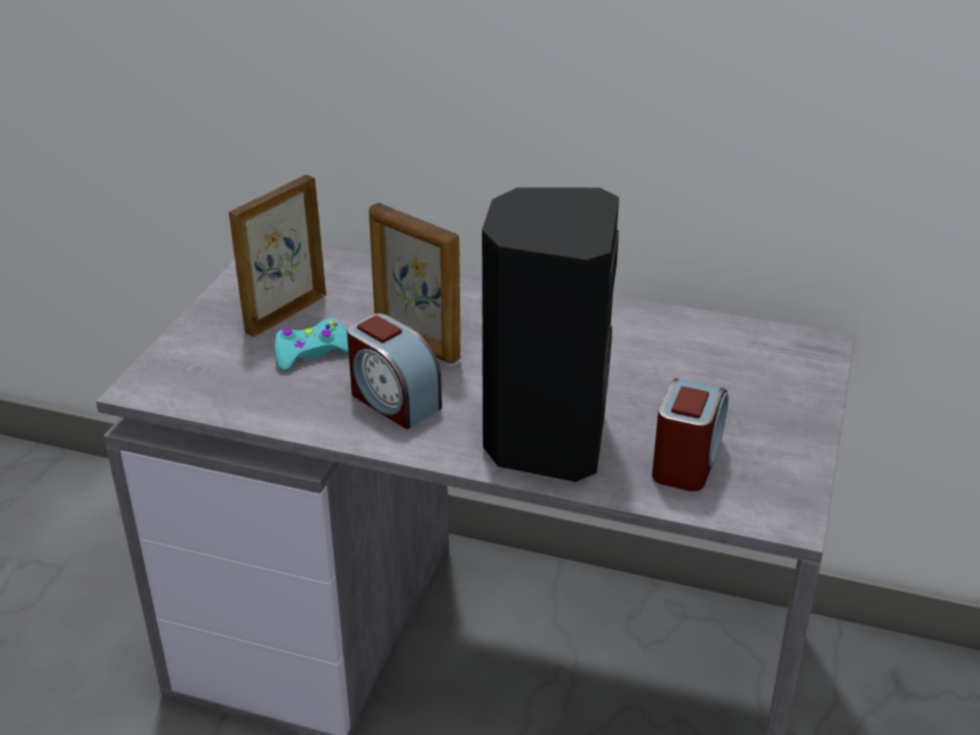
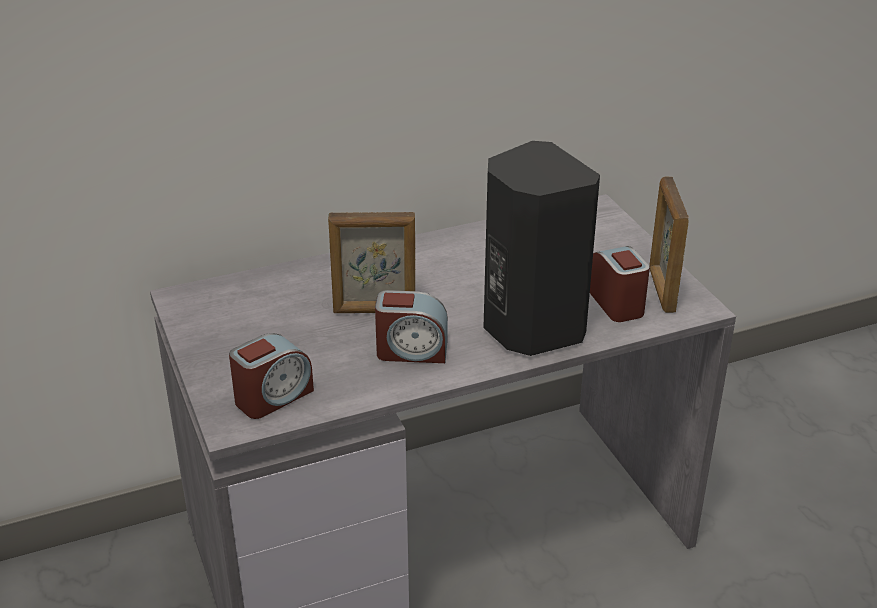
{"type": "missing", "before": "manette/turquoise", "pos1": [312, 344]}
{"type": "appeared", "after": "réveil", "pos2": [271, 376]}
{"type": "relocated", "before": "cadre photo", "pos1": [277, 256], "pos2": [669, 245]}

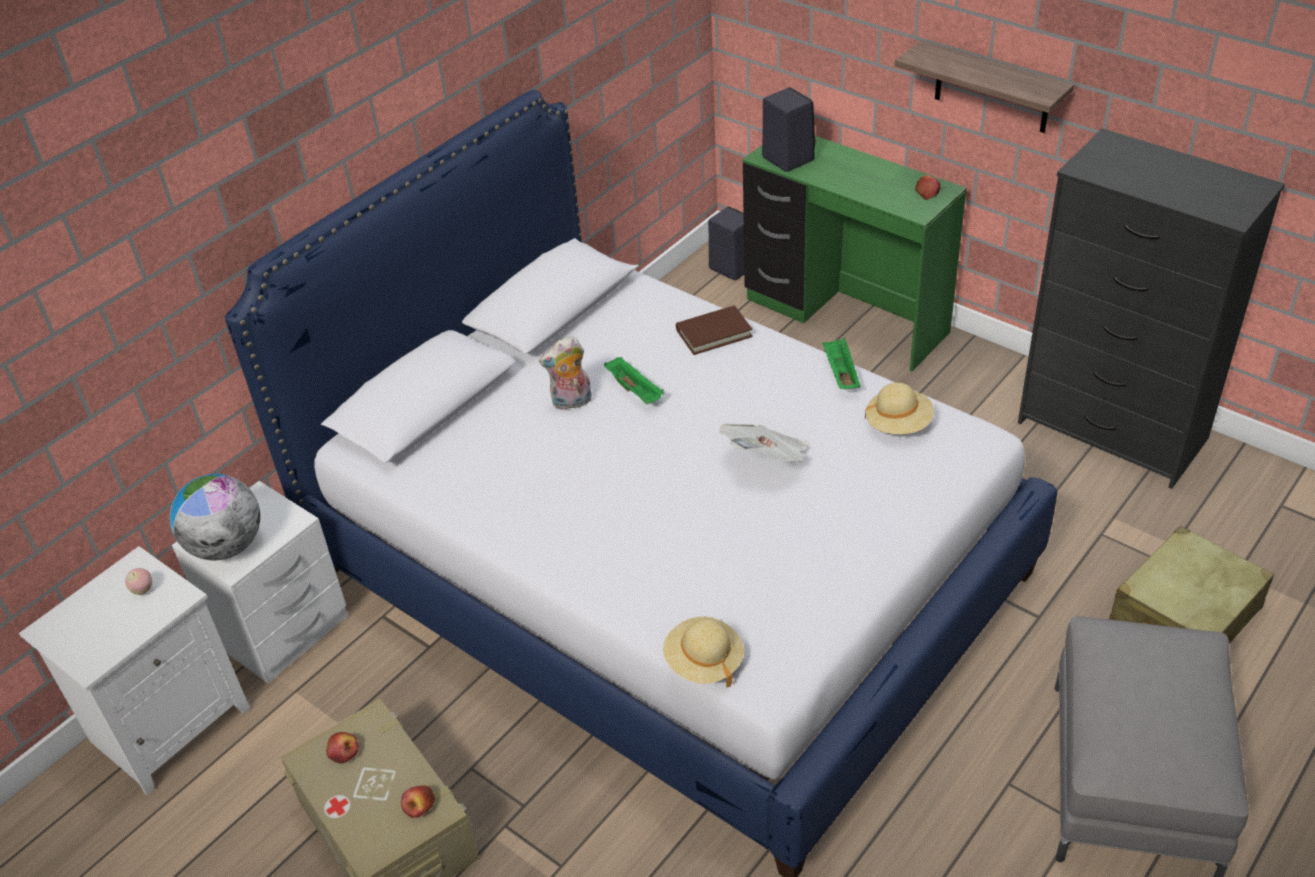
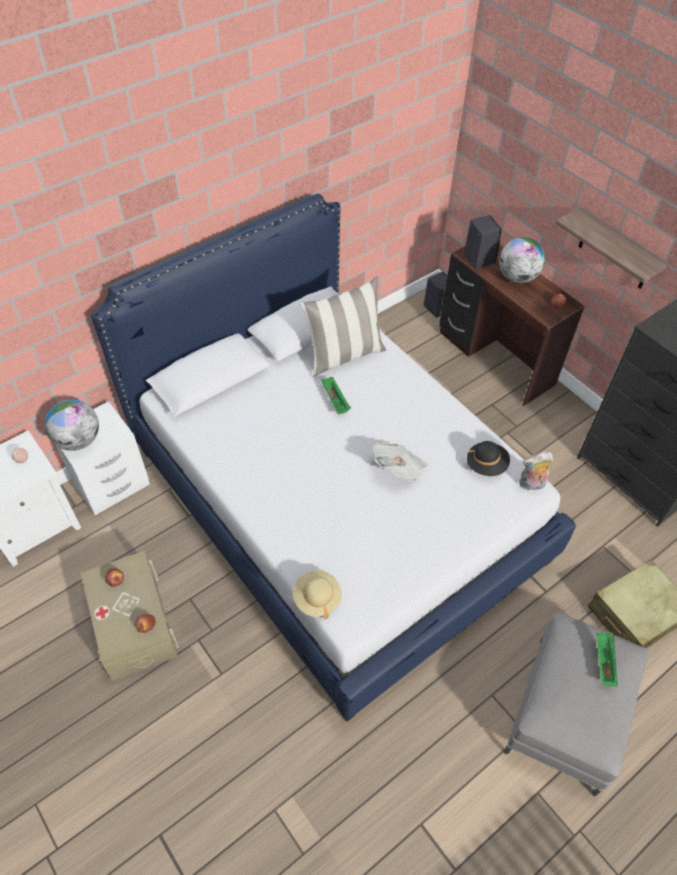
{"type": "missing", "before": "livre/marron", "pos1": [714, 330]}
{"type": "appeared", "after": "coussin", "pos2": [343, 326]}
{"type": "appeared", "after": "globe", "pos2": [522, 260]}
{"type": "relocated", "before": "peluche", "pos1": [565, 373], "pos2": [536, 470]}
{"type": "relocated", "before": "plateau/vert", "pos1": [842, 363], "pos2": [607, 659]}
{"type": "colour", "before": "bureau/vert", "after": "bureau/marron", "pos1": [855, 254], "pos2": [512, 325]}
{"type": "colour", "before": "chapeau/beige", "after": "chapeau/noir", "pos1": [899, 408], "pos2": [488, 458]}

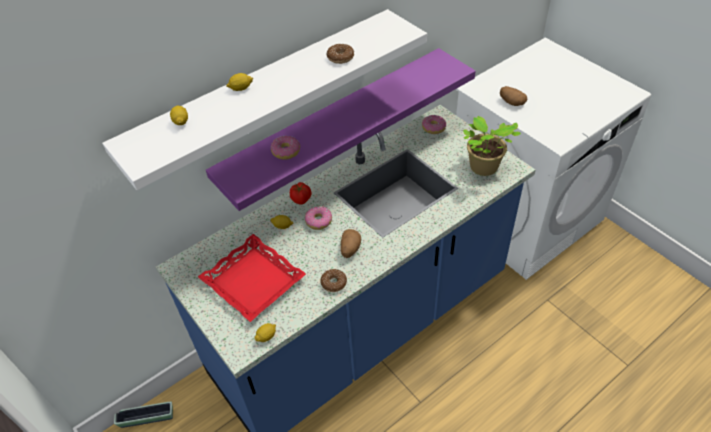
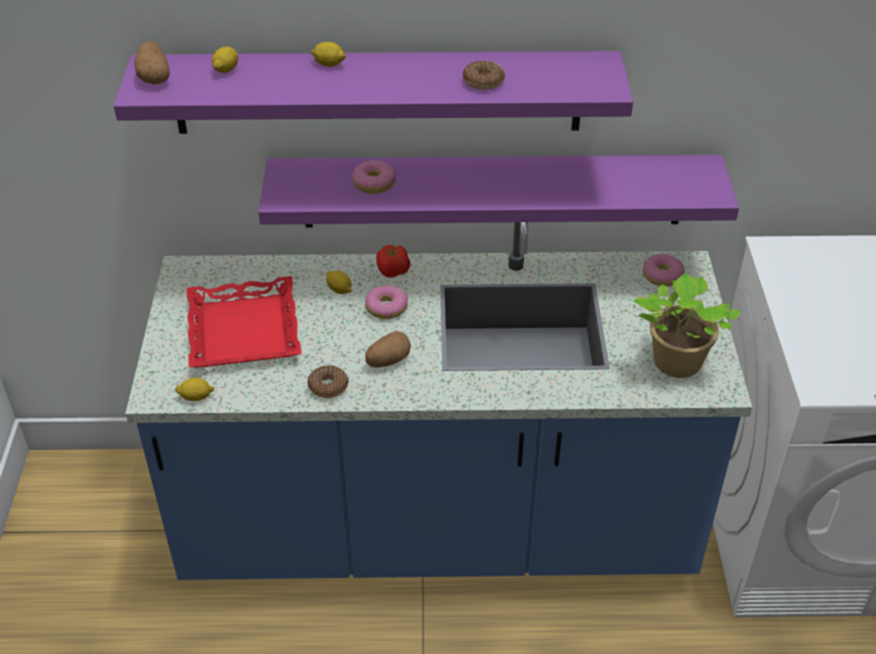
{"type": "missing", "before": "cache-pot", "pos1": [143, 414]}
{"type": "relocated", "before": "pomme de terre", "pos1": [513, 96], "pos2": [152, 62]}
{"type": "colour", "before": "étagère/blanc", "after": "étagère/violet", "pos1": [264, 99], "pos2": [373, 92]}

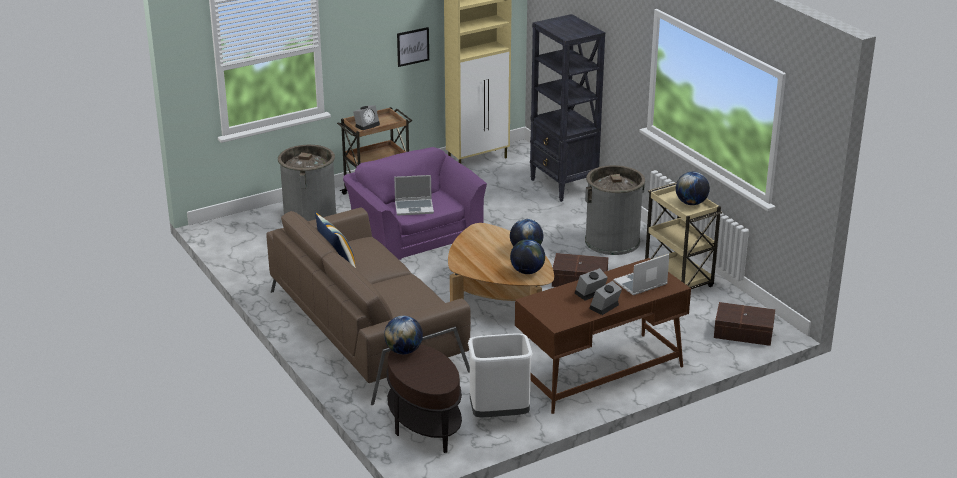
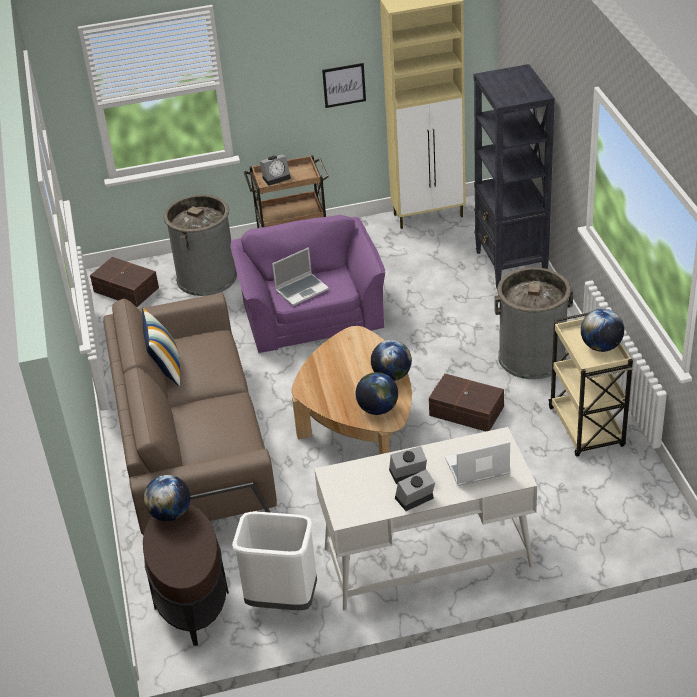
{"type": "relocated", "before": "boîte de rangement/marron", "pos1": [744, 324], "pos2": [124, 282]}
{"type": "colour", "before": "bureau/marron", "after": "bureau/blanc", "pos1": [603, 336], "pos2": [425, 519]}
{"type": "spun", "before": "ordinateur portable", "pos1": [414, 195], "pos2": [300, 276], "turn": -45}

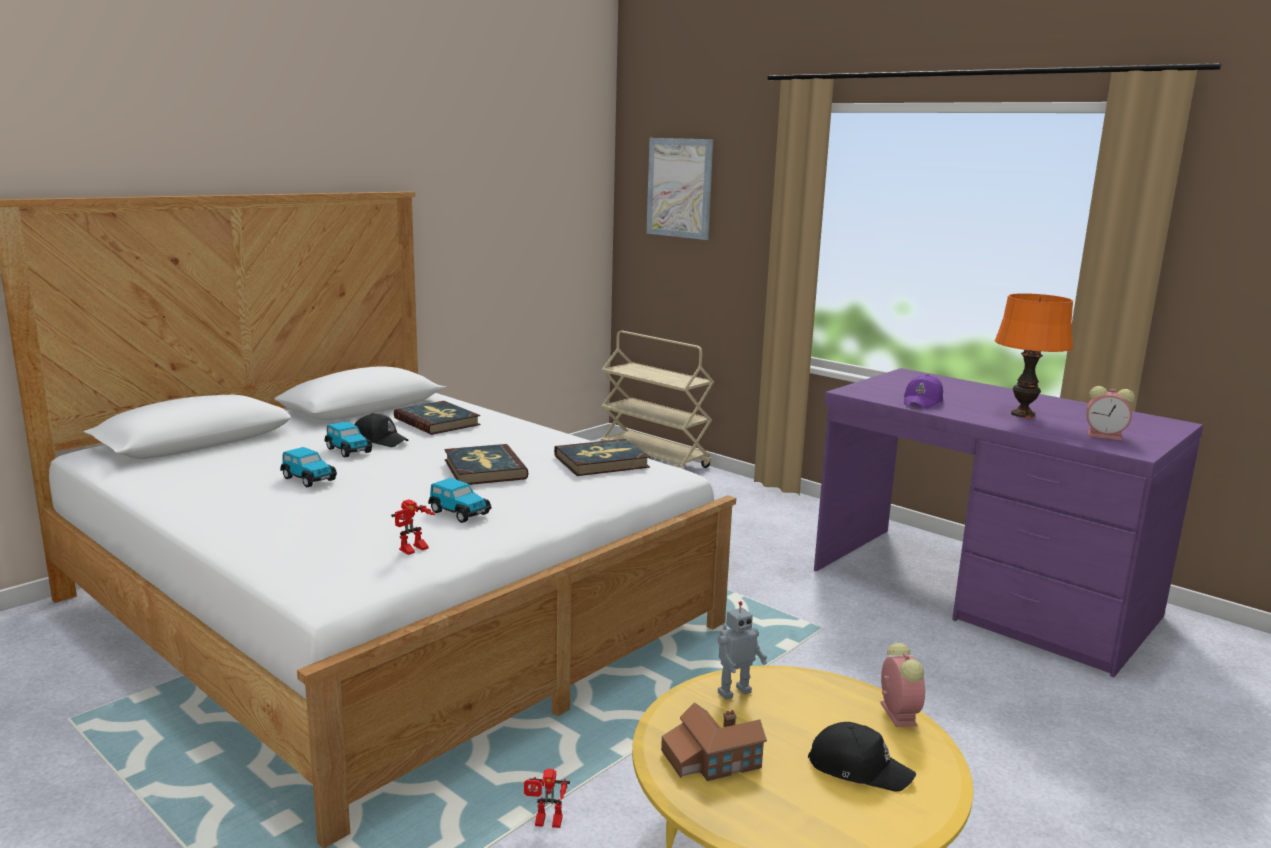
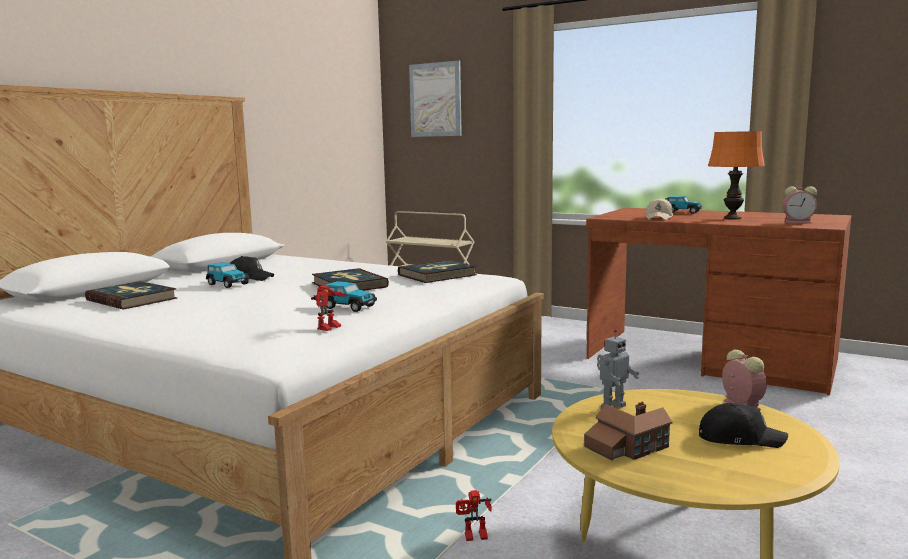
{"type": "relocated", "before": "petite voiture", "pos1": [308, 467], "pos2": [684, 205]}
{"type": "relocated", "before": "livre", "pos1": [437, 418], "pos2": [131, 295]}
{"type": "colour", "before": "bureau/violet", "after": "bureau/marron", "pos1": [1008, 522], "pos2": [718, 301]}
{"type": "colour", "before": "casquette/violet", "after": "casquette/beige", "pos1": [923, 391], "pos2": [659, 209]}

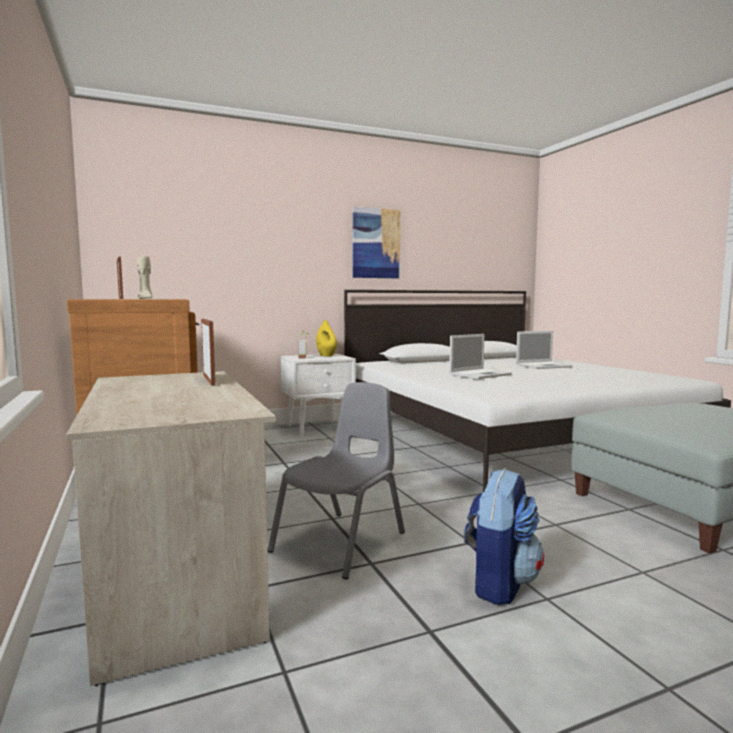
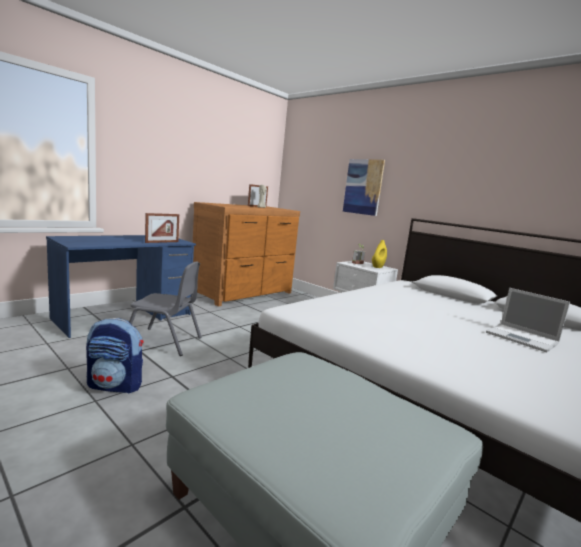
{"type": "missing", "before": "ordinateur portable", "pos1": [480, 356]}
{"type": "relocated", "before": "tableau", "pos1": [377, 242], "pos2": [364, 187]}
{"type": "colour", "before": "bureau/beige", "after": "bureau/bleu", "pos1": [171, 528], "pos2": [121, 286]}

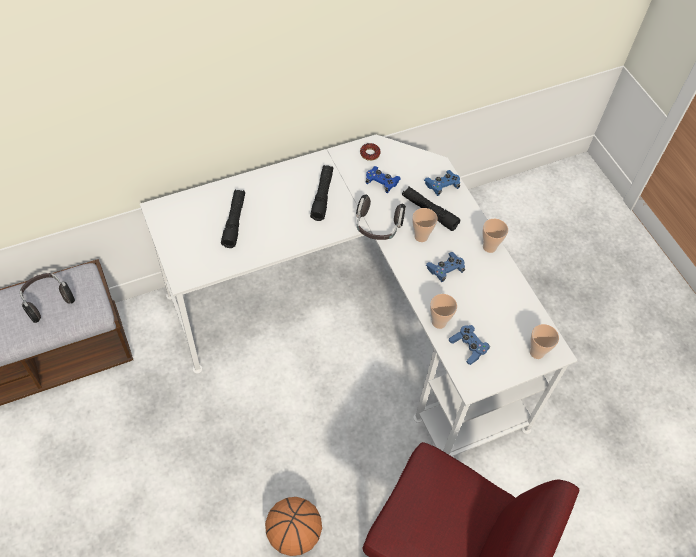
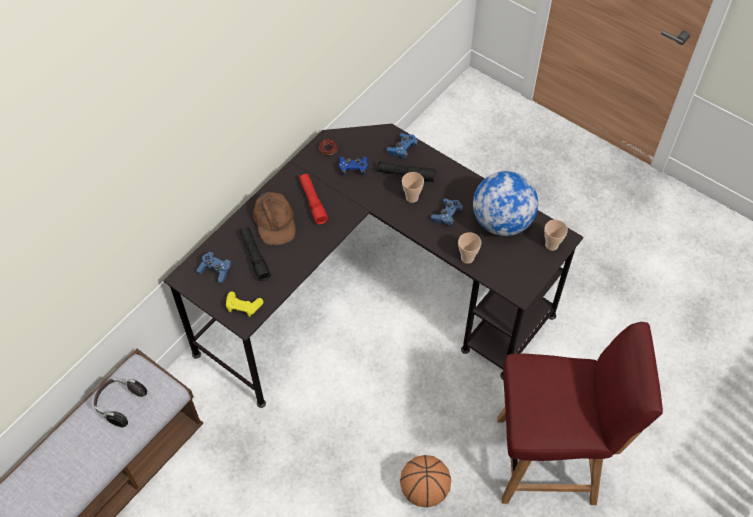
{"type": "missing", "before": "casque audio", "pos1": [381, 217]}
{"type": "missing", "before": "tasse", "pos1": [495, 236]}
{"type": "appeared", "after": "manette/jaune", "pos2": [244, 304]}
{"type": "appeared", "after": "casquette/marron", "pos2": [274, 218]}
{"type": "appeared", "after": "globe", "pos2": [505, 203]}
{"type": "relocated", "before": "manette/bleu", "pos1": [469, 345], "pos2": [214, 267]}
{"type": "colour", "before": "bureau/blanc", "after": "bureau/noir", "pos1": [359, 296], "pos2": [373, 266]}
{"type": "colour", "before": "lampe de poche/noir", "after": "lampe de poche/rouge", "pos1": [321, 193], "pos2": [313, 199]}

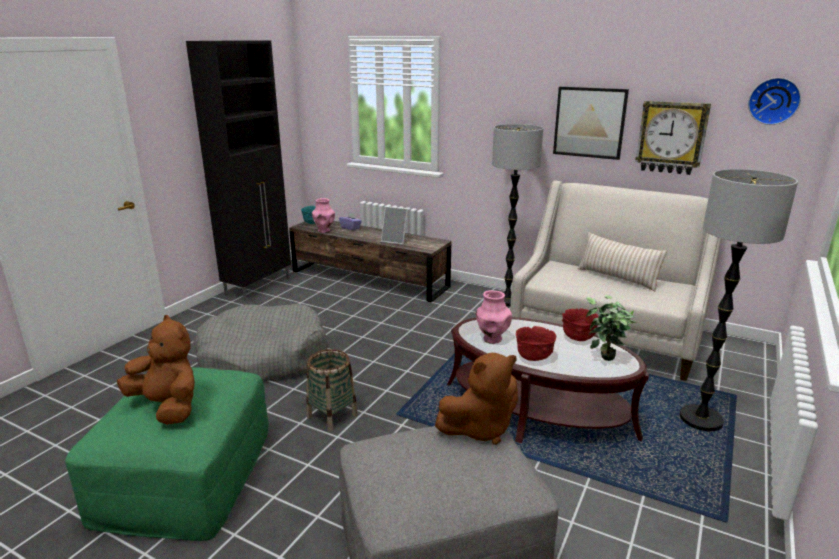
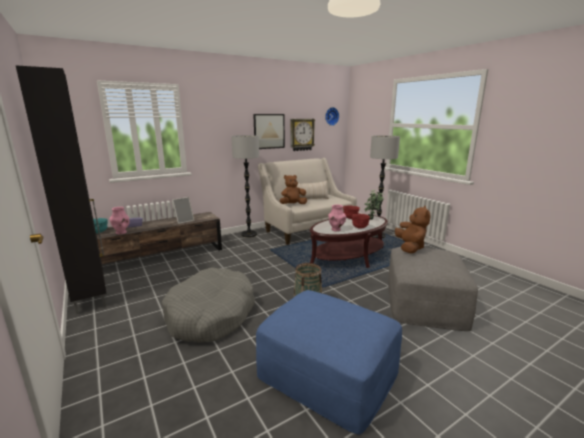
{"type": "relocated", "before": "peluche/marron", "pos1": [156, 370], "pos2": [293, 189]}
{"type": "colour", "before": "pouf/vert", "after": "pouf/bleu", "pos1": [166, 454], "pos2": [329, 362]}

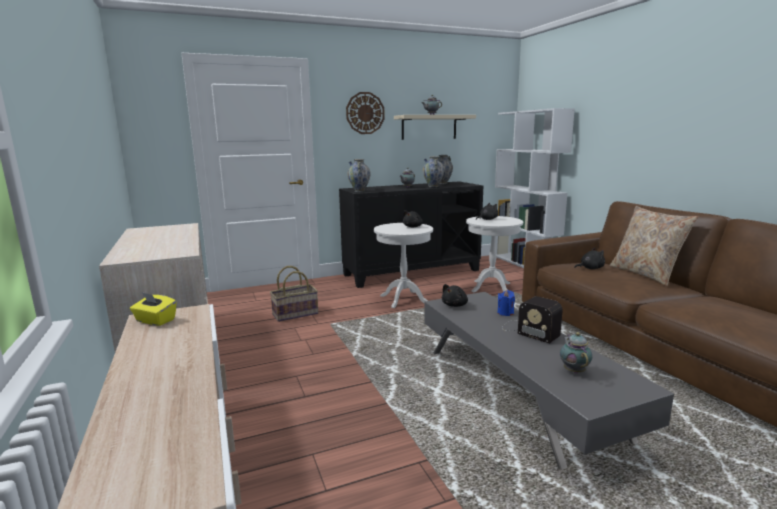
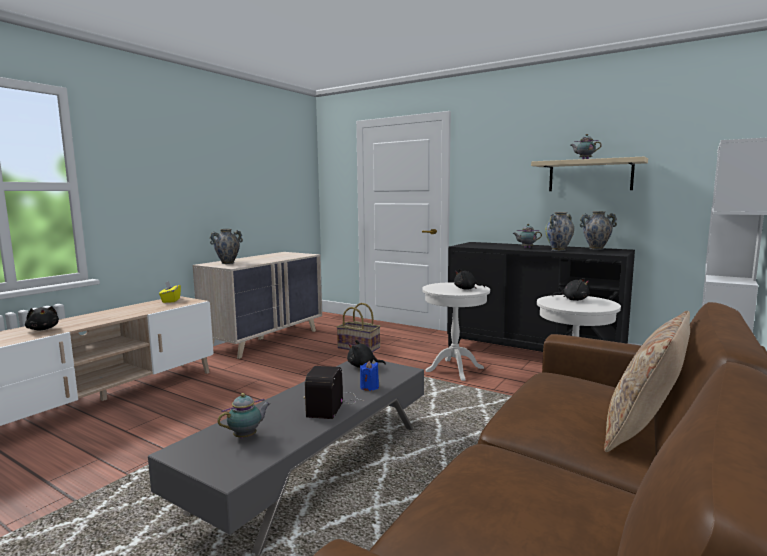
{"type": "missing", "before": "horloge murale", "pos1": [365, 113]}
{"type": "relocated", "before": "vase", "pos1": [359, 175], "pos2": [226, 246]}
{"type": "relocated", "before": "peluche/noir", "pos1": [589, 258], "pos2": [42, 318]}

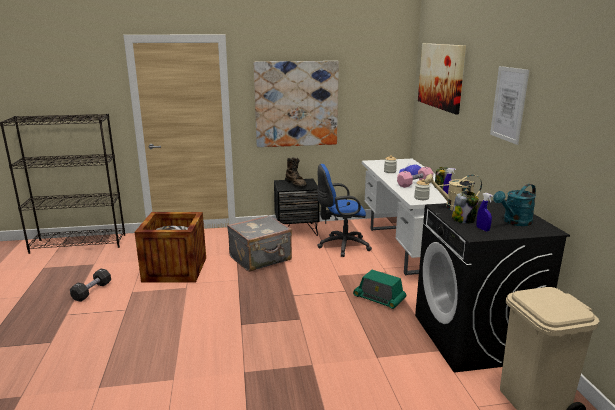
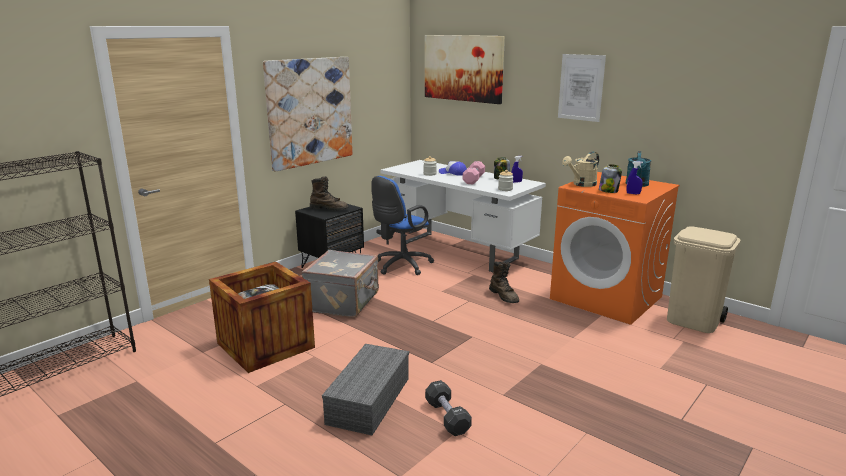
{"type": "appeared", "after": "boîte de rangement/gris", "pos2": [365, 389]}
{"type": "relocated", "before": "haltère/noir", "pos1": [90, 285], "pos2": [448, 408]}
{"type": "exchanged", "before": "radio", "after": "botte/marron", "pos1": [379, 289], "pos2": [504, 282]}
{"type": "colour", "before": "lave-linge/noir", "after": "lave-linge/orange", "pos1": [492, 286], "pos2": [615, 248]}

